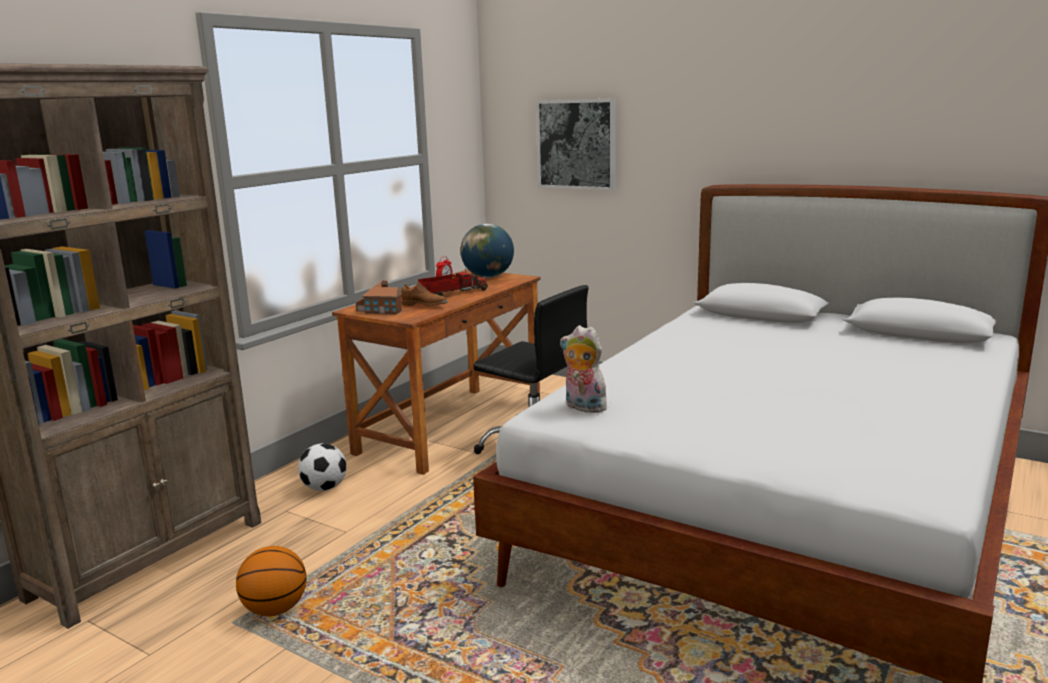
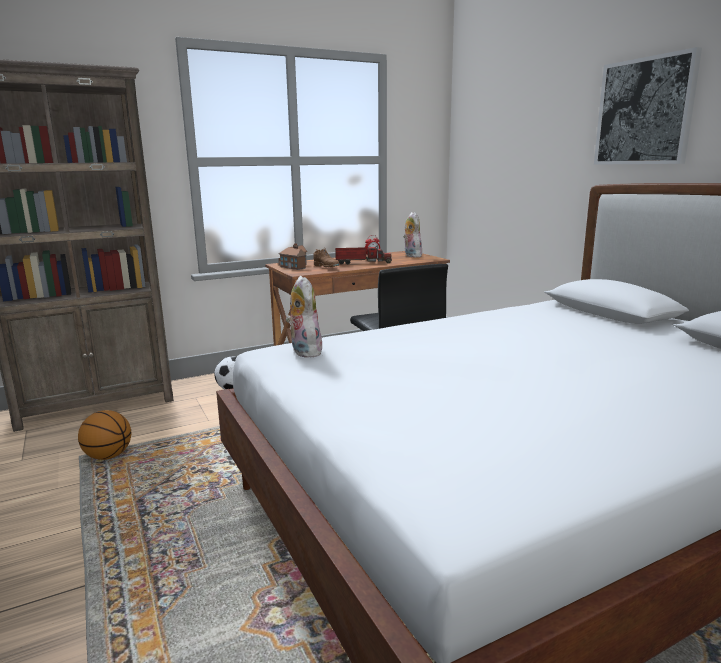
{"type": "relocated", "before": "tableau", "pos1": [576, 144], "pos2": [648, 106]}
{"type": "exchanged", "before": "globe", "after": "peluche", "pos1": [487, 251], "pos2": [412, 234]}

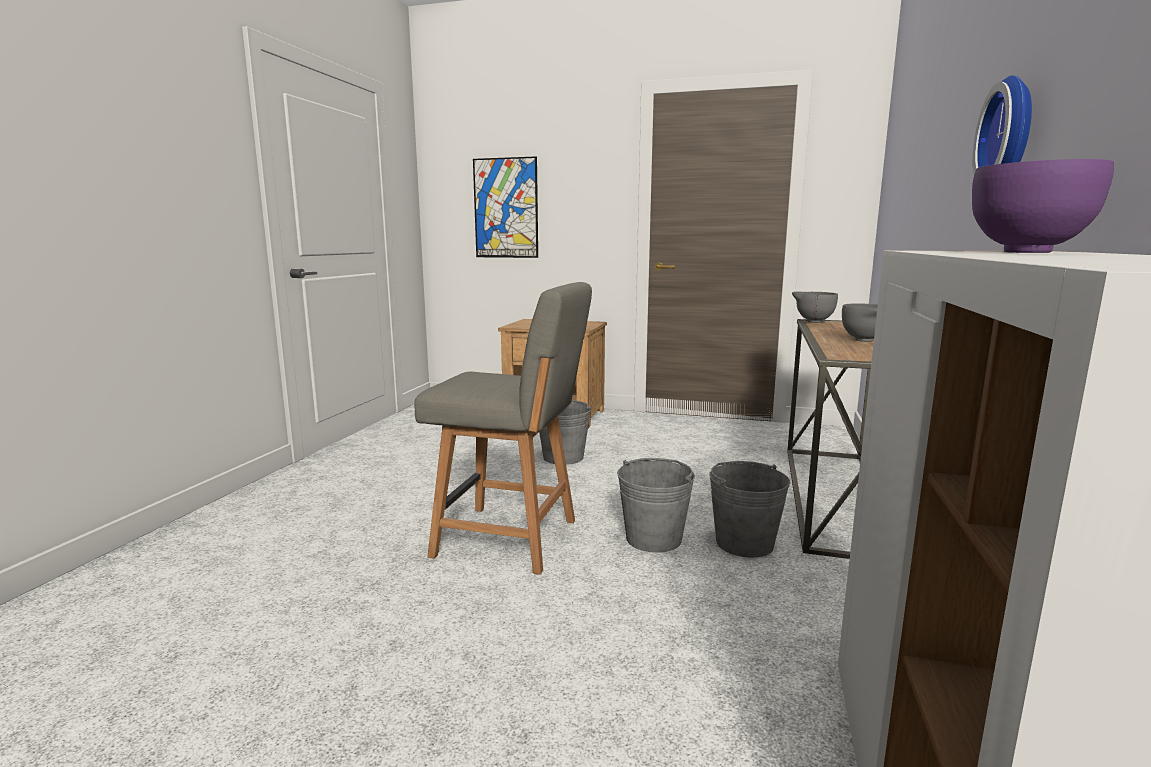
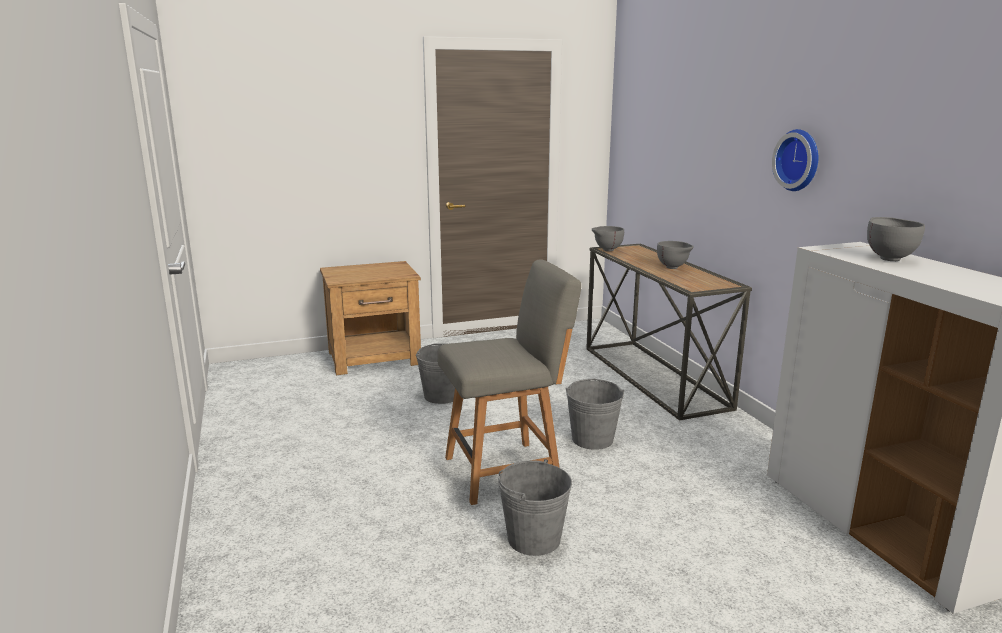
{"type": "missing", "before": "tableau", "pos1": [505, 207]}
{"type": "relocated", "before": "seau/gris", "pos1": [749, 509], "pos2": [535, 507]}
{"type": "colour", "before": "bol/violet", "after": "bol/gris", "pos1": [1043, 206], "pos2": [896, 239]}

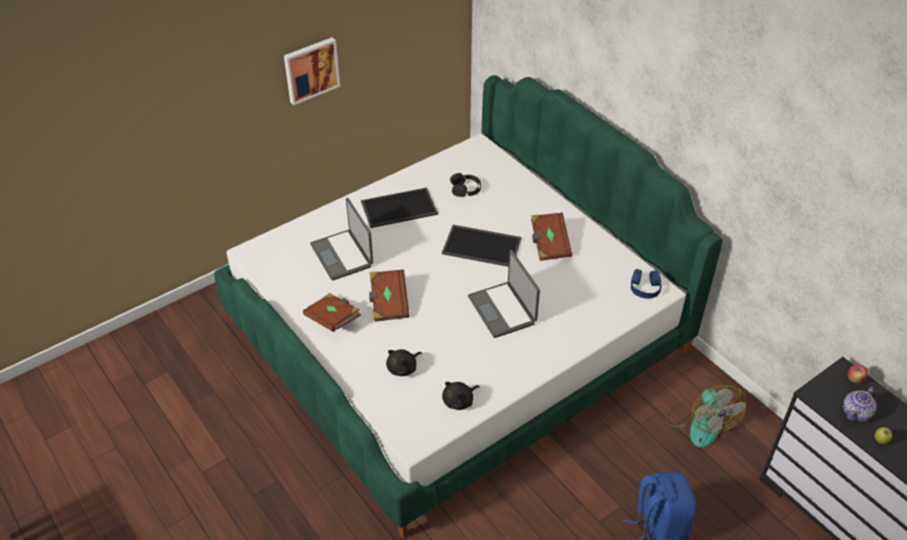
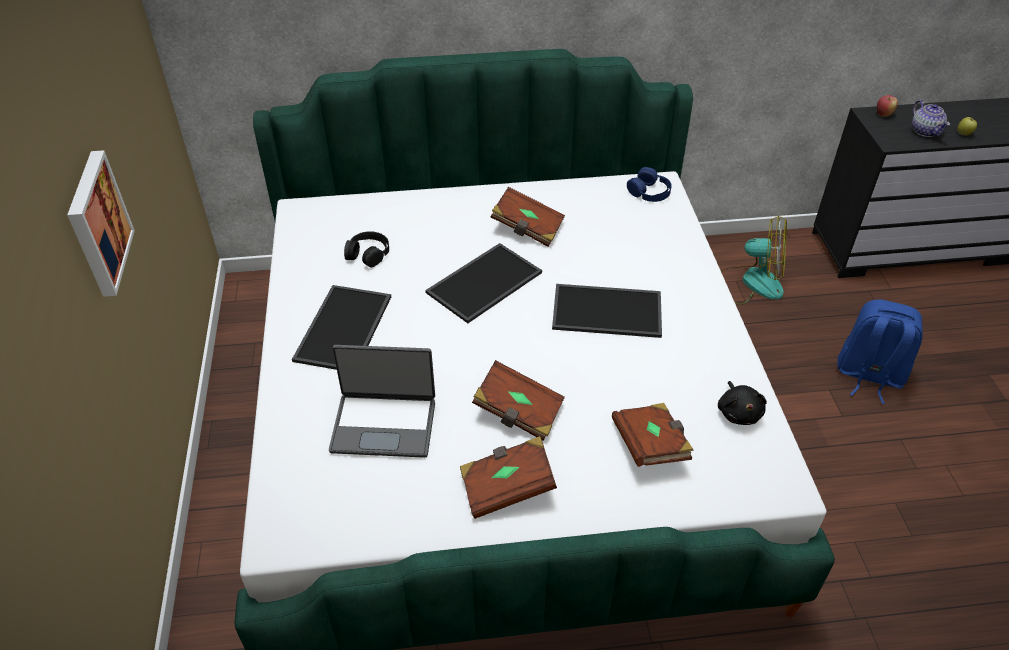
{"type": "exchanged", "before": "peluche/noir", "after": "livre/marron", "pos1": [404, 362], "pos2": [653, 435]}
{"type": "exchanged", "before": "ordinateur portable", "after": "plateau", "pos1": [504, 294], "pos2": [607, 311]}

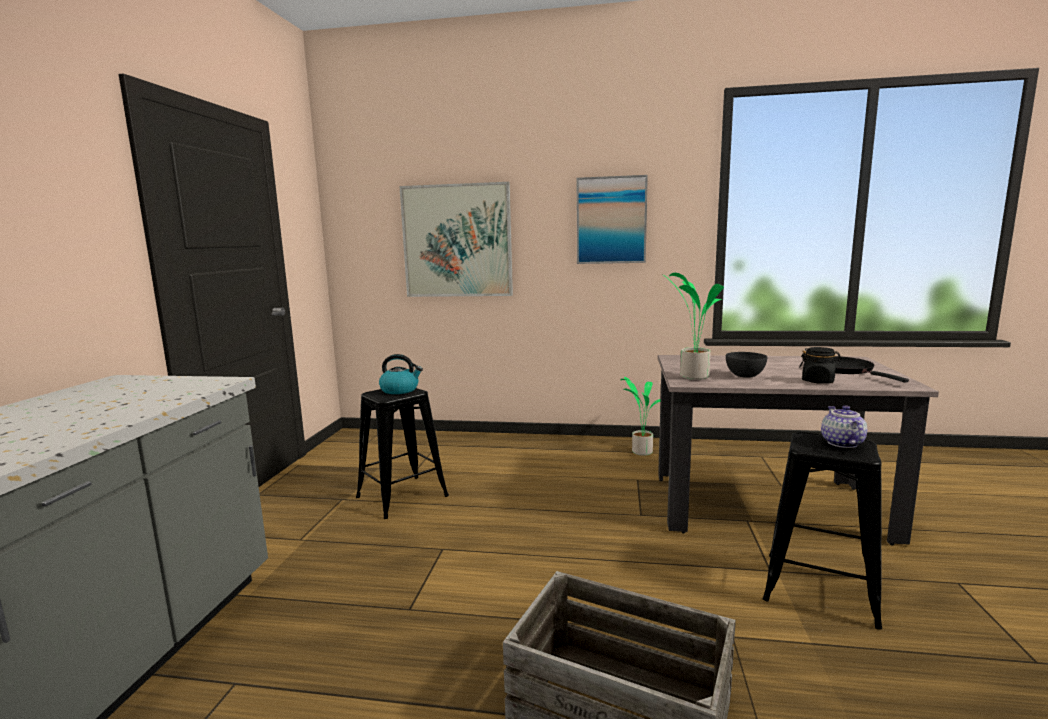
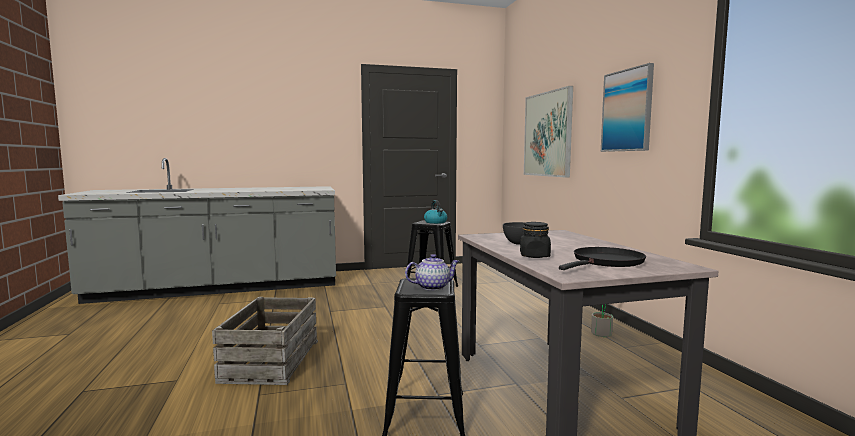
{"type": "missing", "before": "plante en pot", "pos1": [694, 326]}

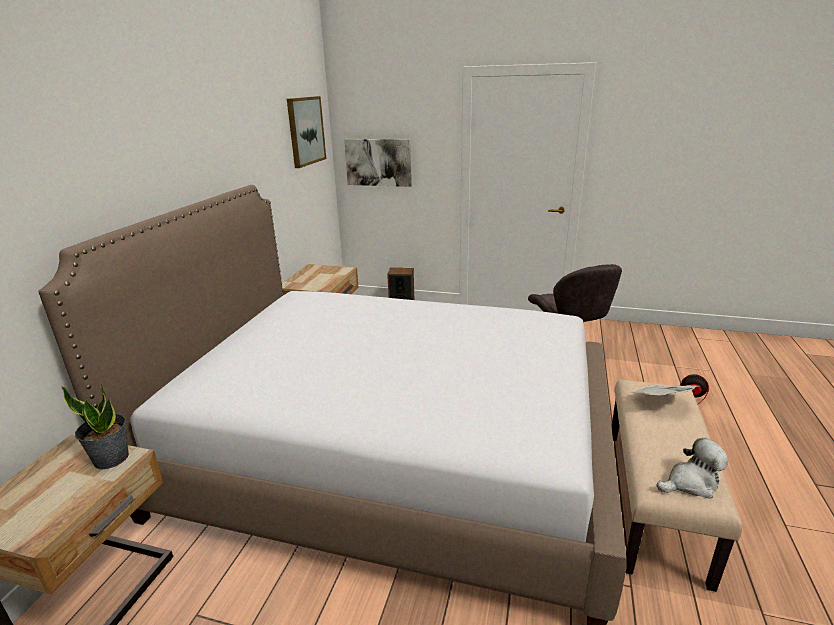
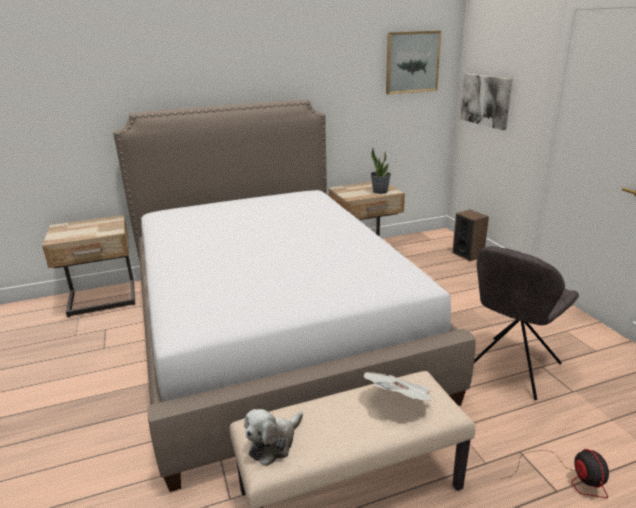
{"type": "relocated", "before": "plante en pot", "pos1": [95, 426], "pos2": [381, 171]}
{"type": "spun", "before": "peluche", "pos1": [692, 468], "pos2": [273, 437], "turn": 90}

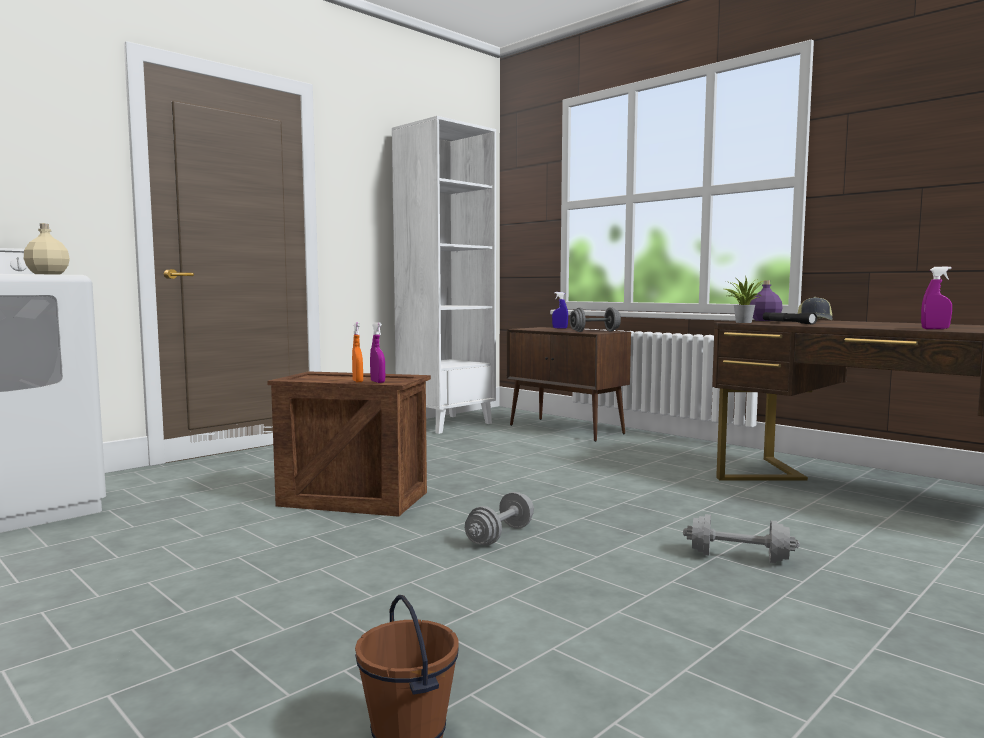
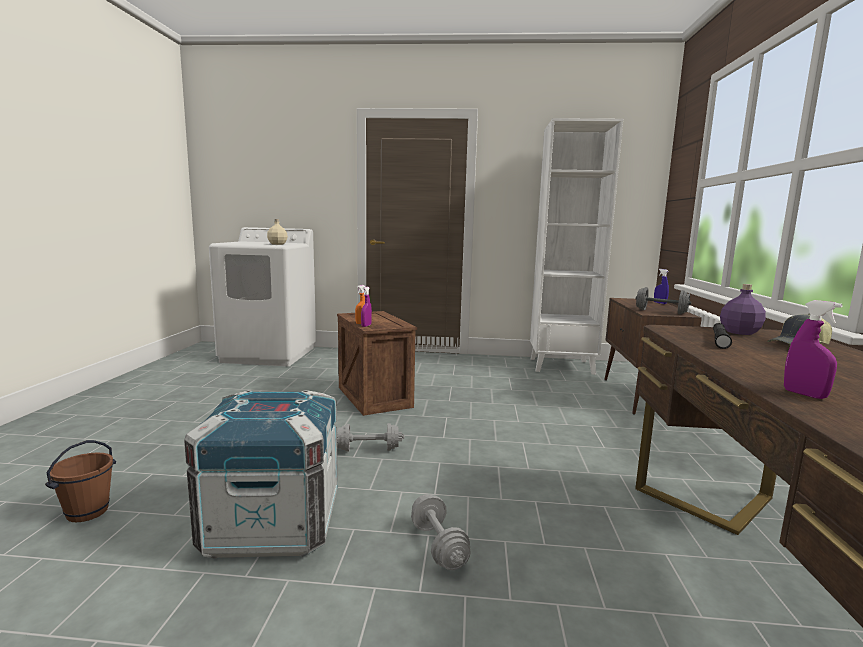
{"type": "missing", "before": "plante en pot", "pos1": [746, 299]}
{"type": "appeared", "after": "caisse", "pos2": [261, 474]}

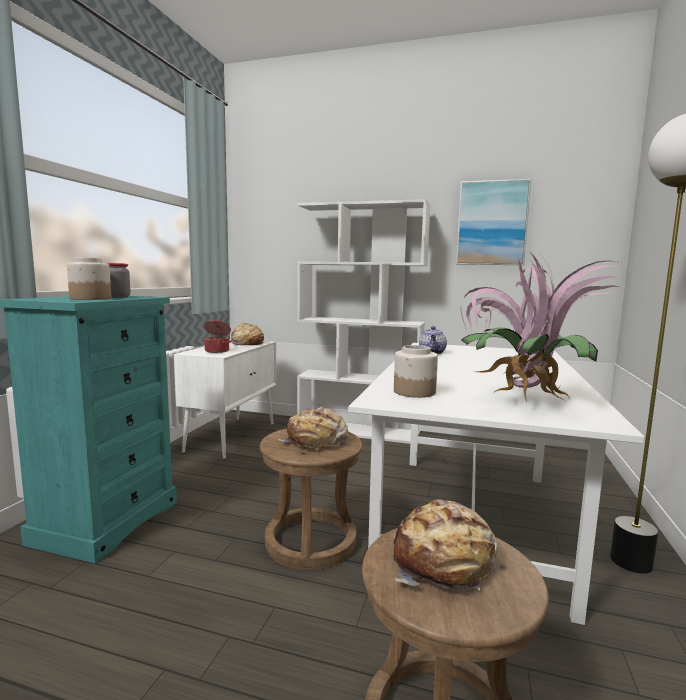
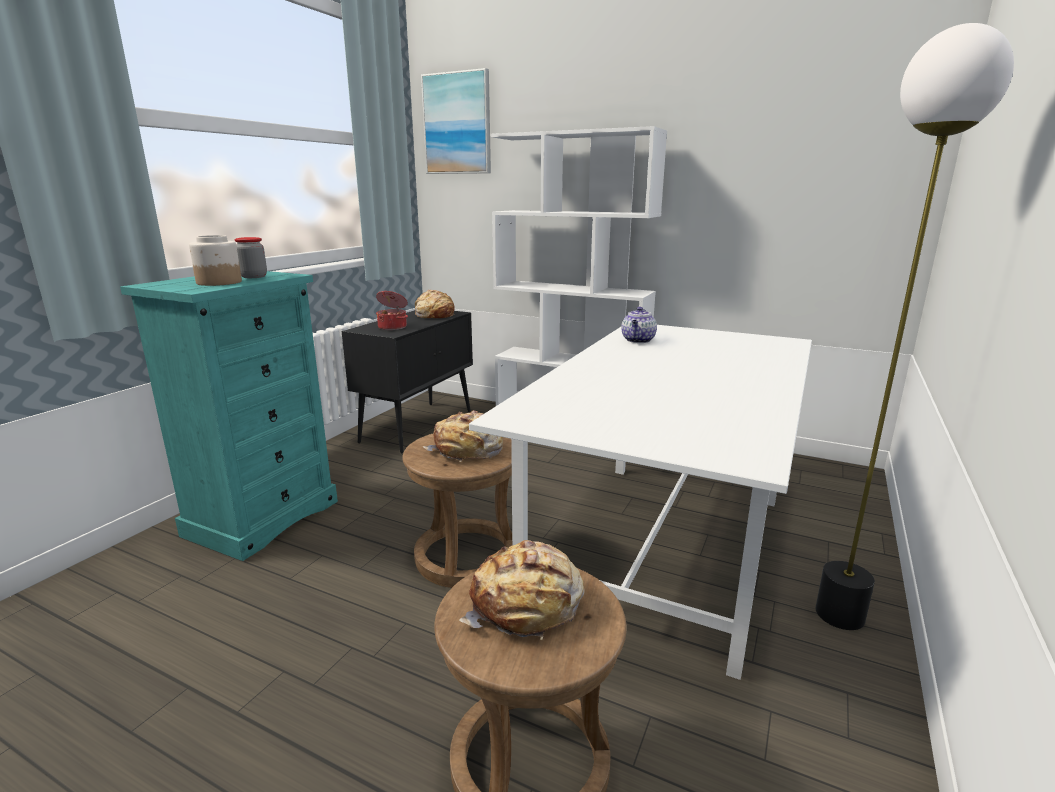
{"type": "missing", "before": "bocal", "pos1": [416, 371]}
{"type": "missing", "before": "plante en pot", "pos1": [541, 326]}
{"type": "relocated", "before": "tableau", "pos1": [493, 222], "pos2": [456, 121]}
{"type": "colour", "before": "meuble de rangement/blanc", "after": "meuble de rangement/noir", "pos1": [225, 400], "pos2": [407, 381]}

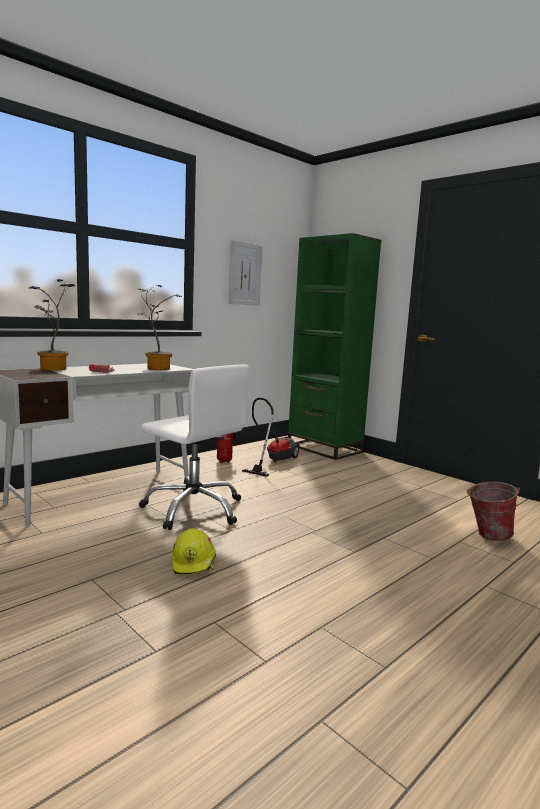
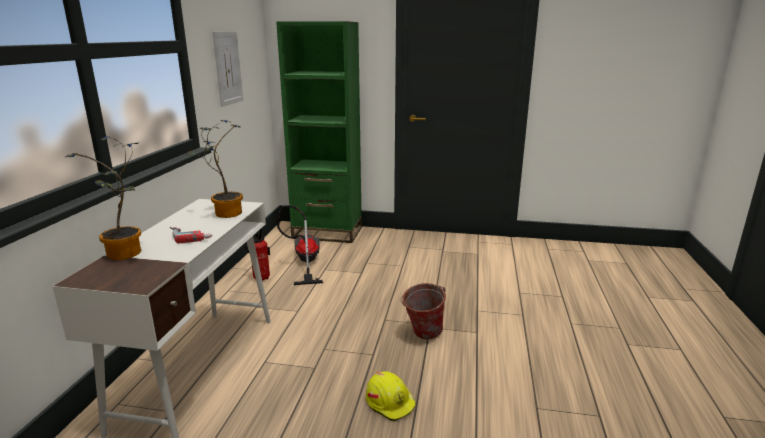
{"type": "missing", "before": "chaise de bureau/blanc", "pos1": [194, 447]}
{"type": "relocated", "before": "seau", "pos1": [493, 511], "pos2": [423, 311]}

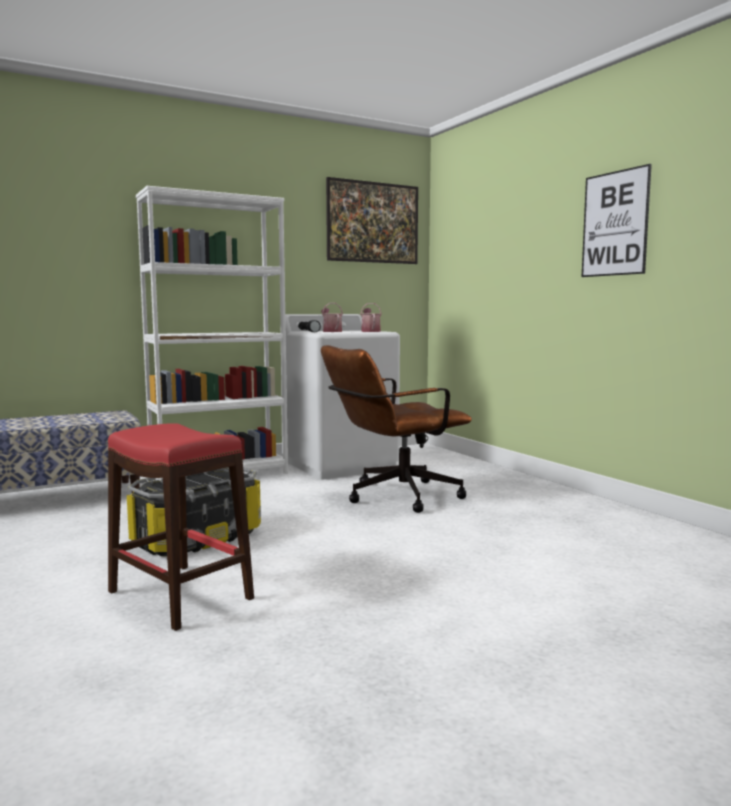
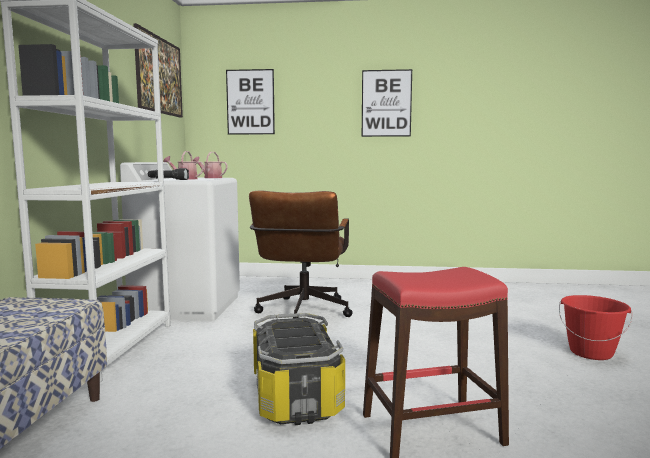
{"type": "appeared", "after": "tableau", "pos2": [250, 102]}
{"type": "appeared", "after": "seau/rouge", "pos2": [596, 327]}

